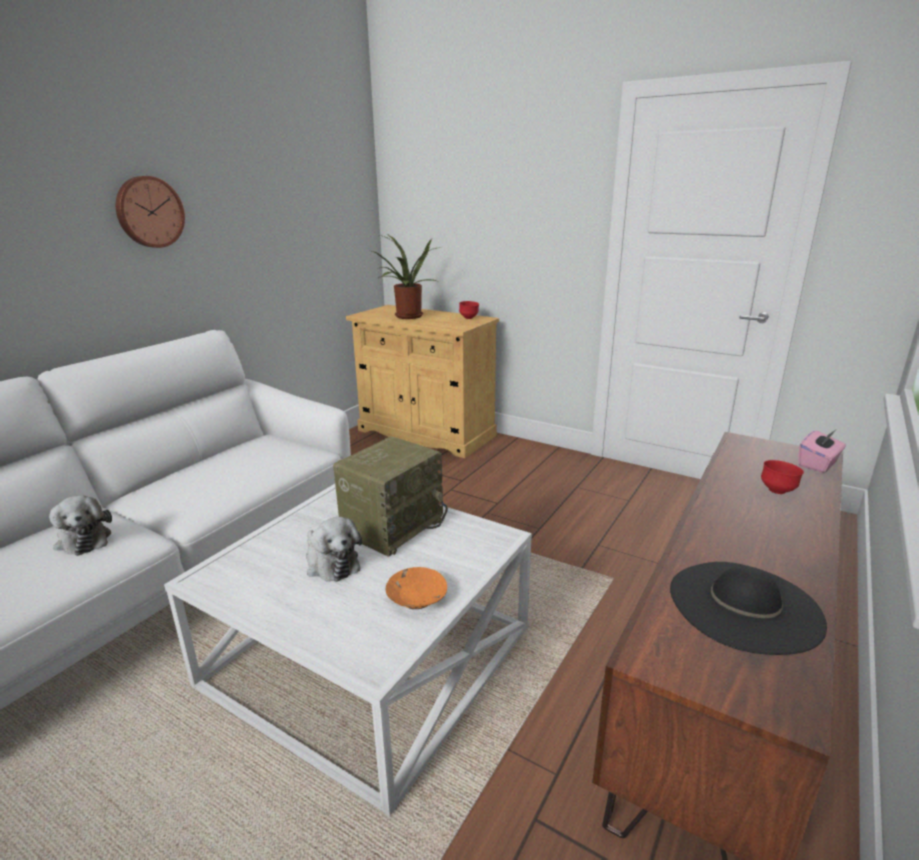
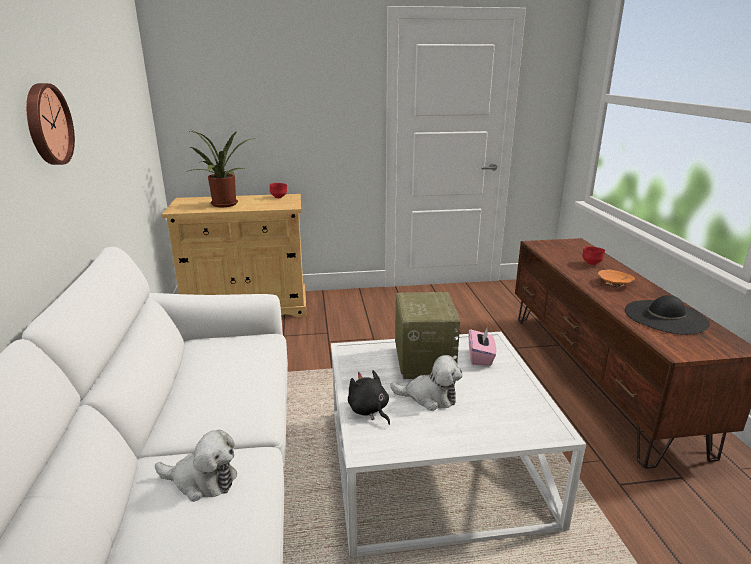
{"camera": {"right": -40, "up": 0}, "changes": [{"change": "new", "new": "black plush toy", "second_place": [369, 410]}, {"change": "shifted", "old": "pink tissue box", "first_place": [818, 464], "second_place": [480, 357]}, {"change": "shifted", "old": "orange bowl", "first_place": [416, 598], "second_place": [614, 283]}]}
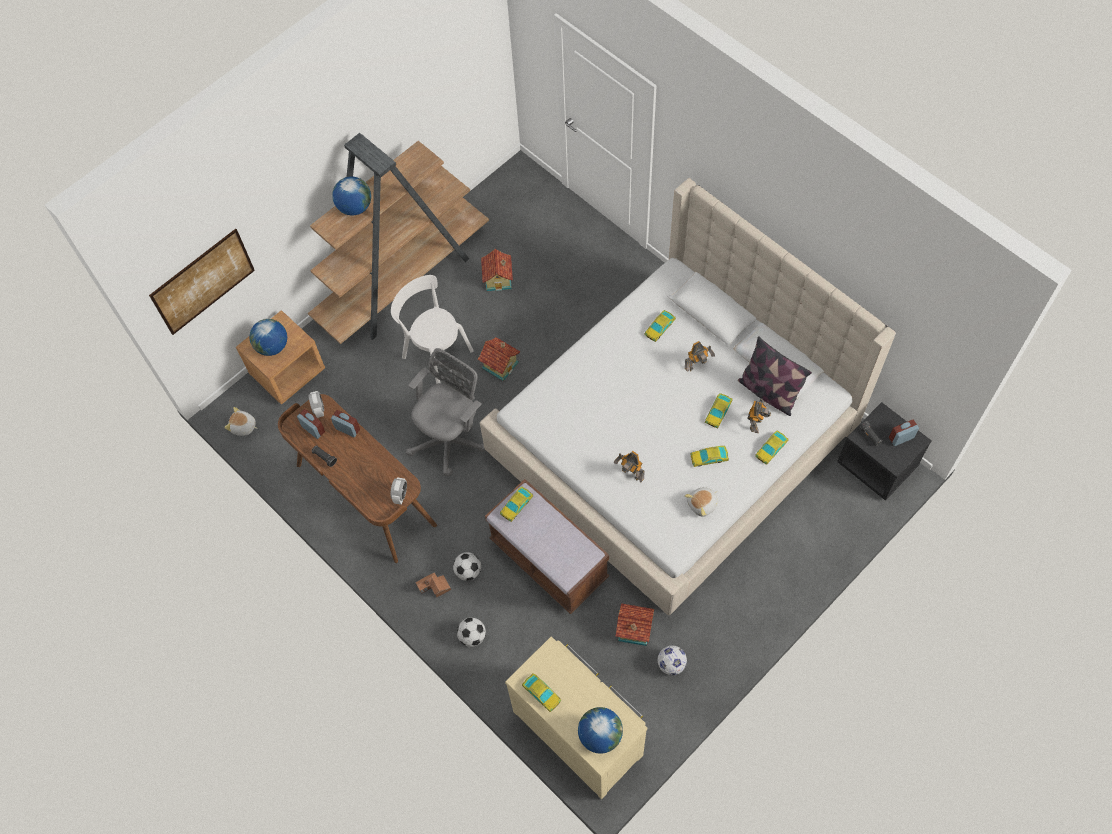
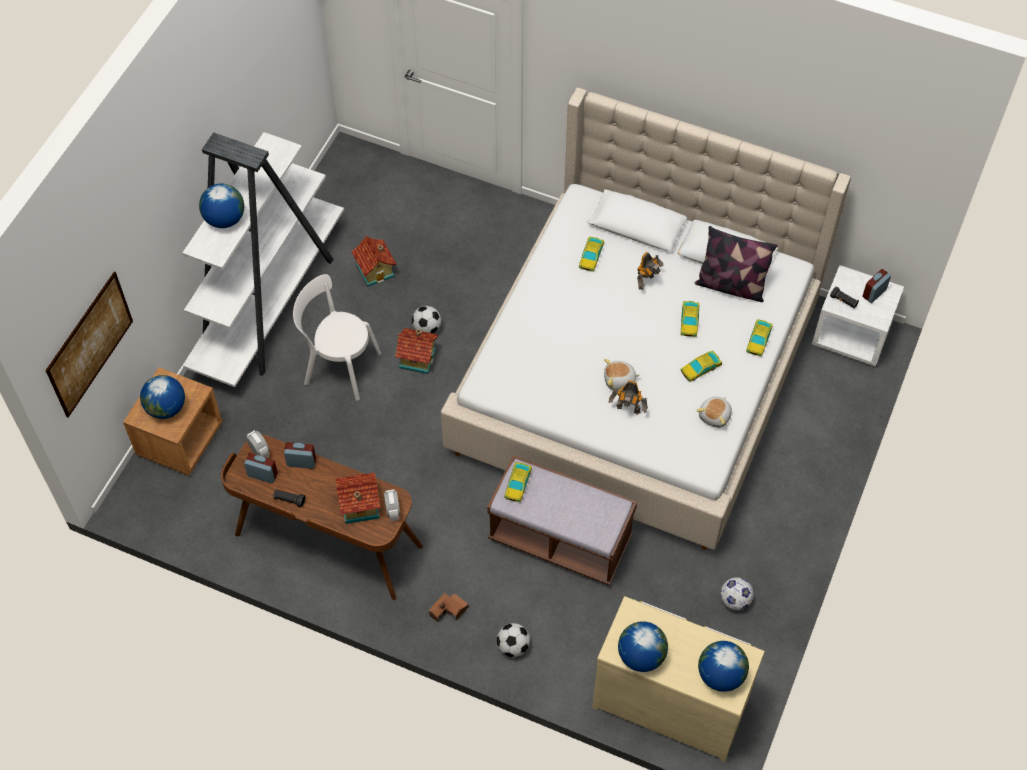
{"camera": {"right": -25, "up": -5}, "changes": [{"change": "repainted", "old": "brown bookcase", "new": "white bookcase", "first_place": [403, 280], "second_place": [270, 303]}, {"change": "shifted", "old": "toy house", "first_place": [634, 630], "second_place": [360, 507]}, {"change": "shifted", "old": "football", "first_place": [468, 571], "second_place": [427, 328]}, {"change": "shifted", "old": "plush toy", "first_place": [243, 427], "second_place": [619, 380]}, {"change": "swapped", "old": "toy car", "new": "globe", "first_place": [541, 693], "second_place": [641, 656]}, {"change": "repainted", "old": "black nightstand", "new": "white nightstand", "first_place": [877, 465], "second_place": [851, 335]}, {"change": "gone", "old": "grey office chair", "first_place": [451, 439]}, {"change": "gone", "old": "toy robot", "first_place": [756, 422]}]}
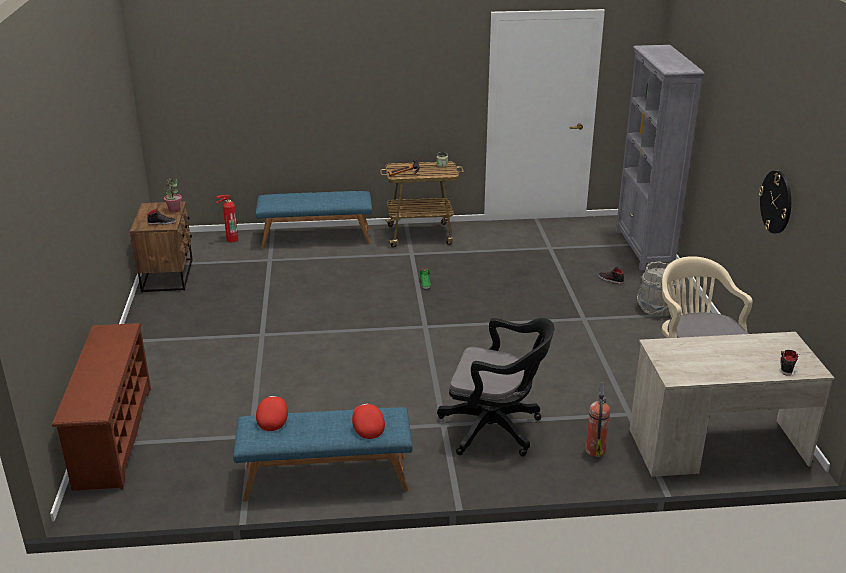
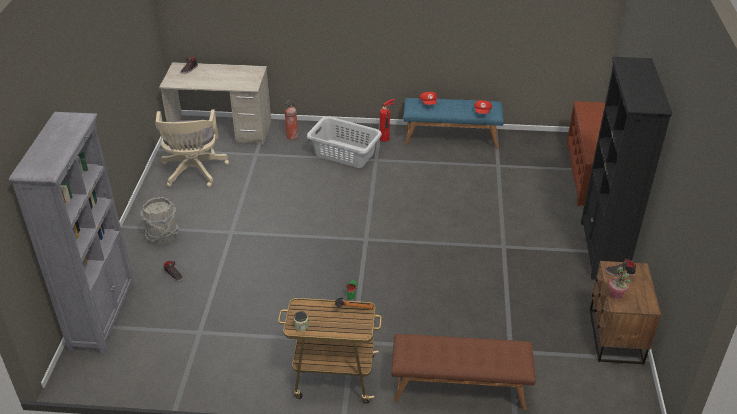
{"camera": {"right": -170, "up": 10}, "changes": [{"change": "swapped", "old": "black office chair", "new": "grey laundry basket", "first_place": [495, 429], "second_place": [344, 153]}, {"change": "shifted", "old": "fire extinguisher", "first_place": [231, 239], "second_place": [385, 139]}, {"change": "repainted", "old": "blue bench", "new": "brown bench", "first_place": [316, 237], "second_place": [459, 389]}, {"change": "new", "new": "black bookcase", "second_place": [602, 250]}, {"change": "gone", "old": "wall clock", "first_place": [776, 202]}]}
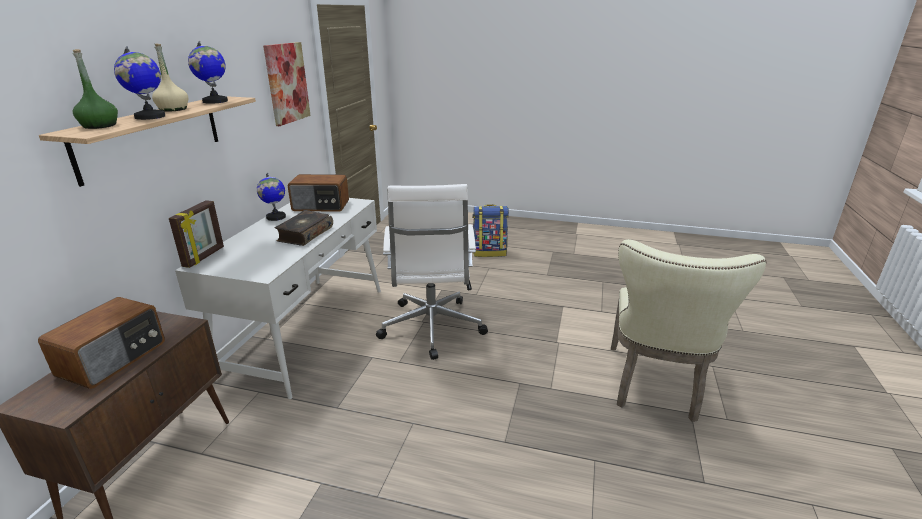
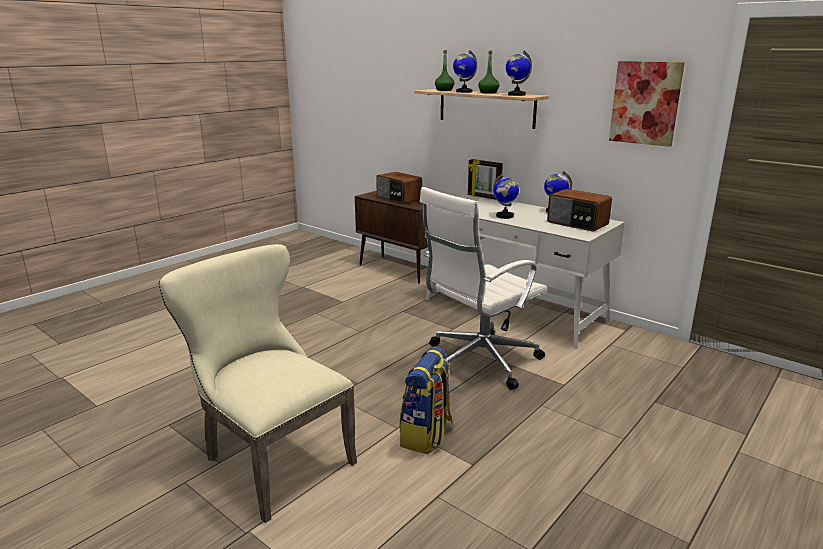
{"camera": {"right": 115, "up": -5}, "changes": [{"change": "shifted", "old": "backpack", "first_place": [489, 252], "second_place": [426, 435]}, {"change": "rotated", "old": "white office chair", "first_place": [431, 329], "second_place": [479, 361], "degrees": -60}, {"change": "repainted", "old": "beige bottle", "new": "green bottle", "first_place": [173, 109], "second_place": [488, 93]}, {"change": "swapped", "old": "book", "new": "globe", "first_place": [305, 234], "second_place": [504, 216]}, {"change": "rotated", "old": "radio", "first_place": [321, 206], "second_place": [577, 223], "degrees": -75}]}
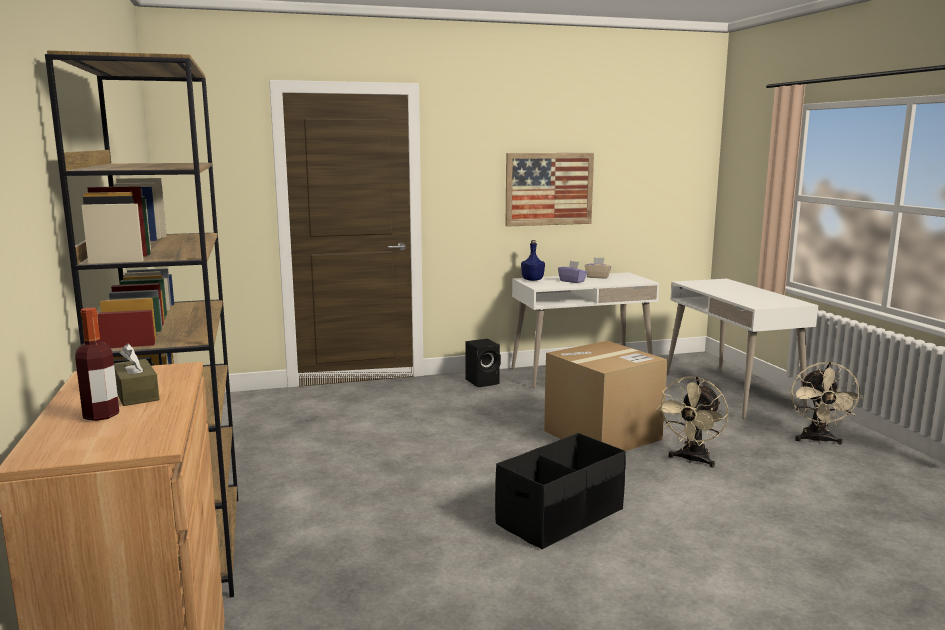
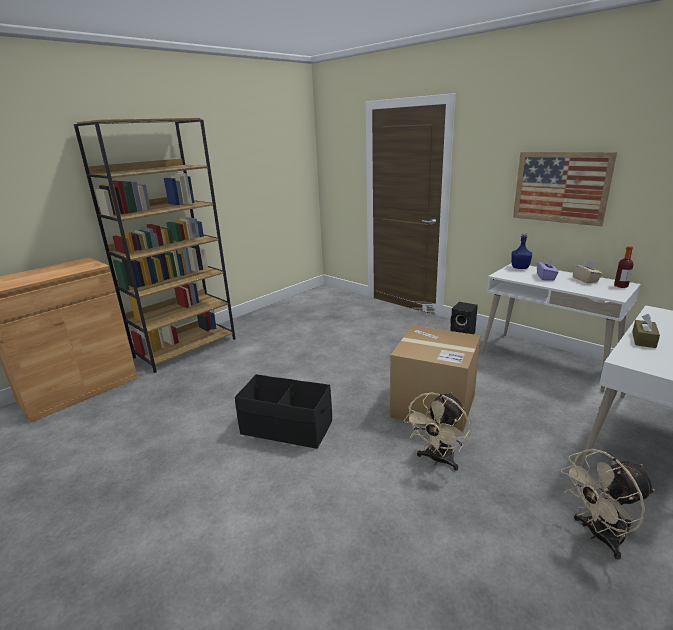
{"camera": {"right": 60, "up": 10}, "changes": [{"change": "rotated", "old": "beige fan", "first_place": [692, 460], "second_place": [438, 460], "degrees": -60}, {"change": "shifted", "old": "bottle", "first_place": [101, 415], "second_place": [620, 286]}, {"change": "shifted", "old": "brown tissue box", "first_place": [136, 394], "second_place": [643, 340]}]}
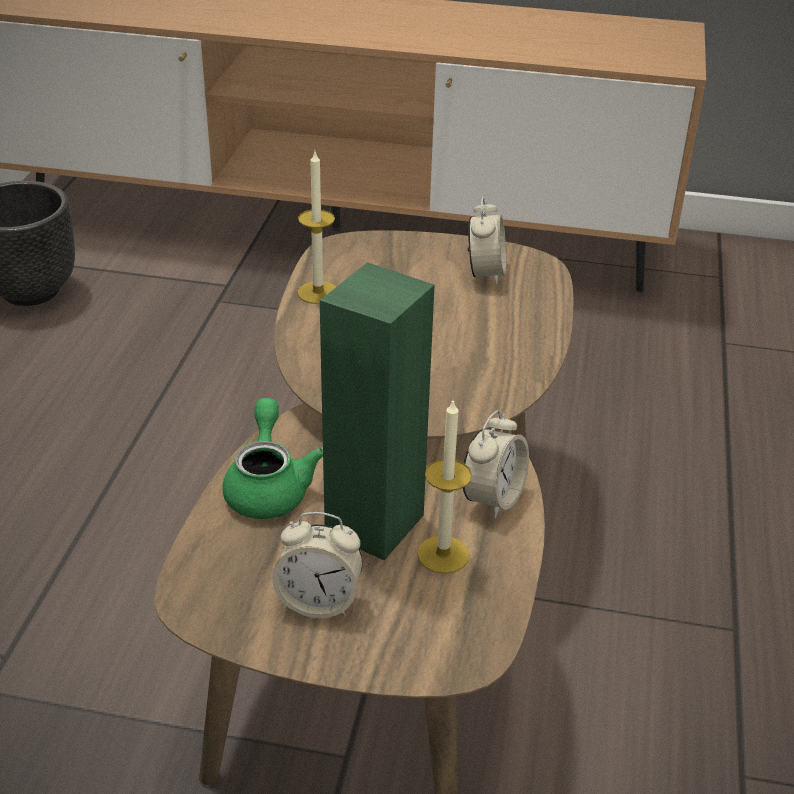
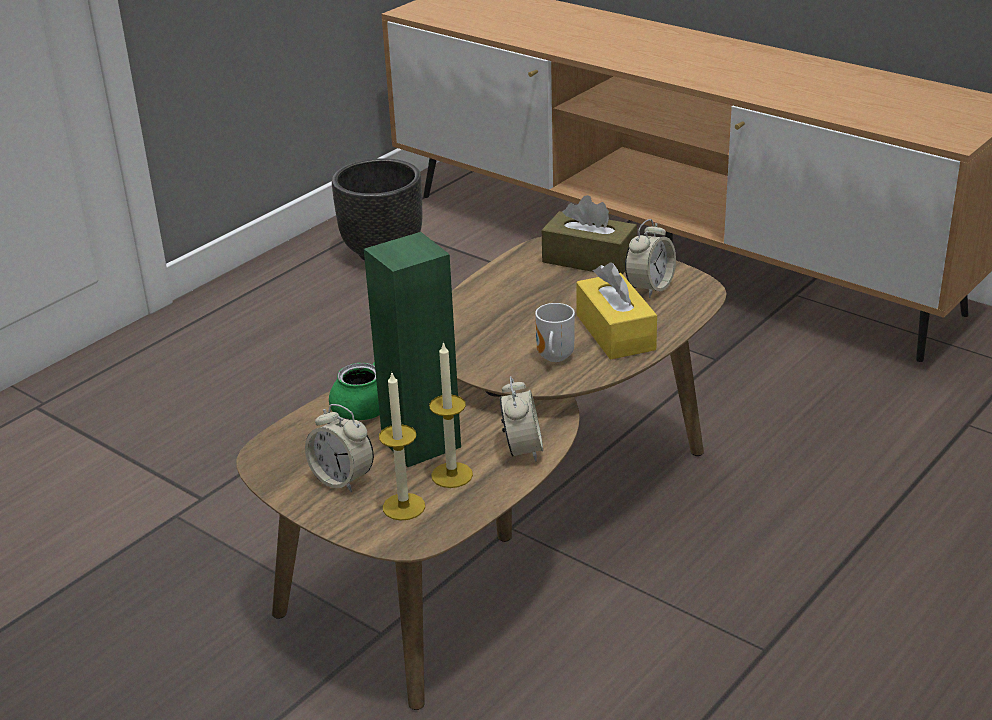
{"camera": {"right": 30, "up": -5}, "changes": [{"change": "shifted", "old": "candle", "first_place": [318, 292], "second_place": [404, 506]}, {"change": "rotated", "old": "alarm clock", "first_place": [493, 498], "second_place": [522, 450], "degrees": -60}, {"change": "new", "new": "mug", "second_place": [553, 358]}, {"change": "new", "new": "brown tissue box", "second_place": [589, 260]}, {"change": "new", "new": "yellow tissue box", "second_place": [615, 332]}]}
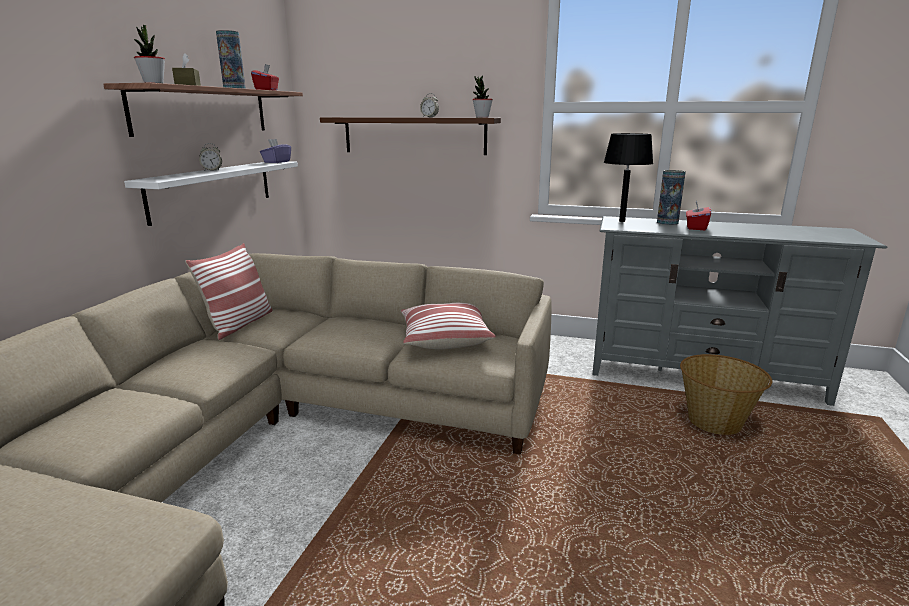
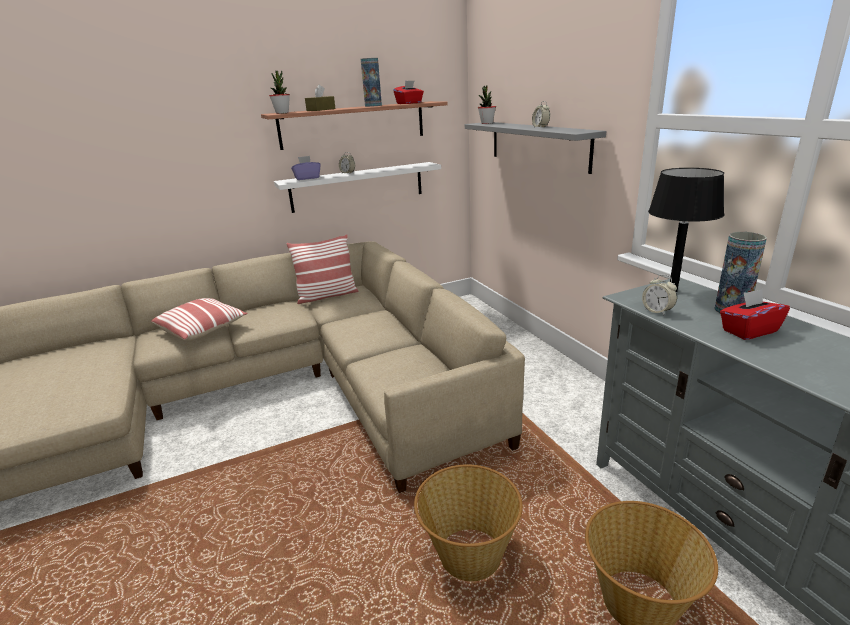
{"camera": {"right": 50, "up": 5}, "changes": [{"change": "shifted", "old": "pillow", "first_place": [444, 339], "second_place": [203, 329]}, {"change": "shifted", "old": "purple tissue box", "first_place": [276, 162], "second_place": [307, 178]}, {"change": "new", "new": "basket", "second_place": [469, 555]}, {"change": "repainted", "old": "brown shelf", "new": "grey shelf", "first_place": [414, 135], "second_place": [537, 145]}, {"change": "shifted", "old": "potted plant", "first_place": [482, 117], "second_place": [486, 123]}, {"change": "new", "new": "alarm clock", "second_place": [657, 311]}]}
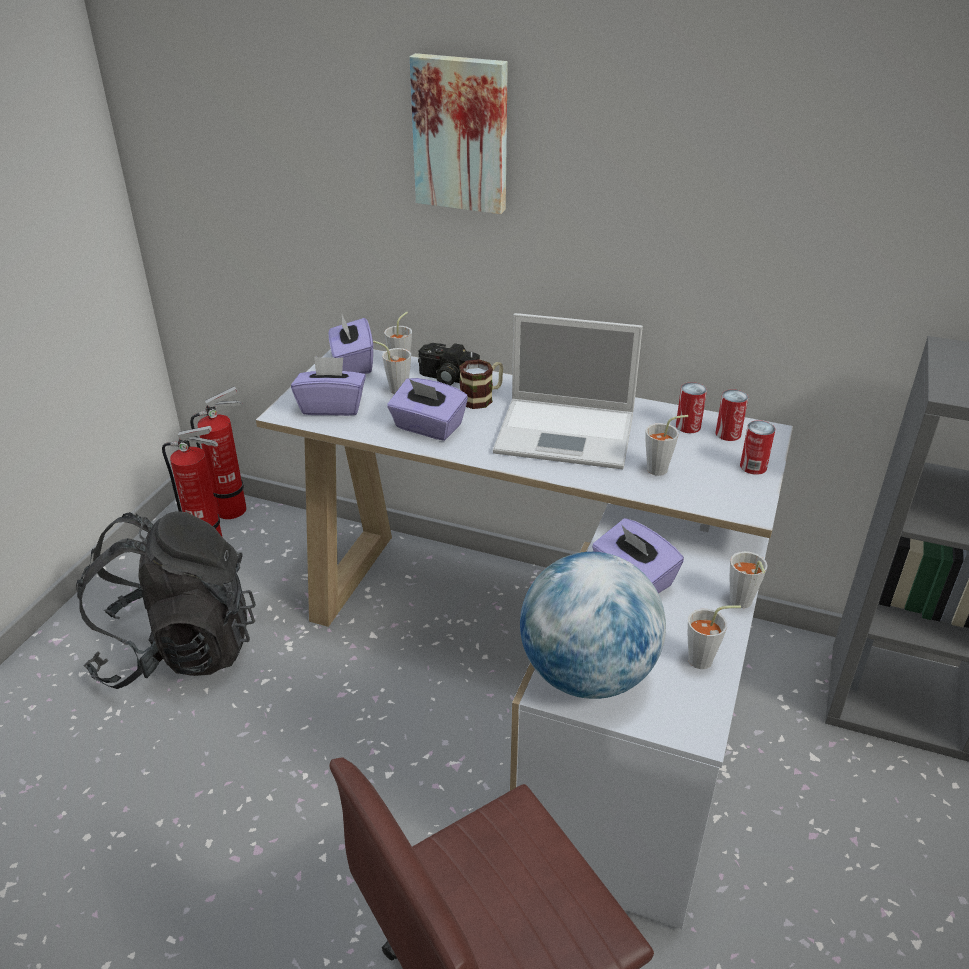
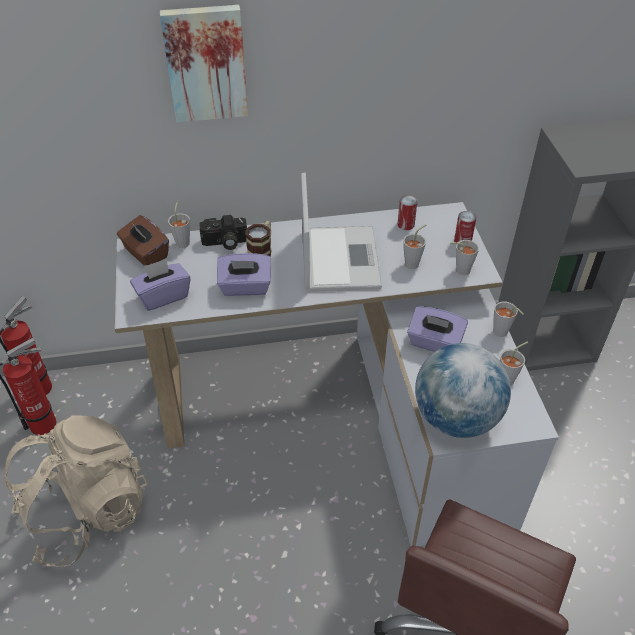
{"camera": {"right": -30, "up": 10}, "changes": [{"change": "repainted", "old": "black backpack", "new": "beige backpack", "first_place": [179, 649], "second_place": [87, 512]}, {"change": "repainted", "old": "purple tissue box", "new": "brown tissue box", "first_place": [352, 363], "second_place": [145, 253]}, {"change": "rotated", "old": "laptop", "first_place": [568, 433], "second_place": [339, 257], "degrees": -75}, {"change": "shifted", "old": "grey cup", "first_place": [395, 389], "second_place": [459, 270]}, {"change": "gone", "old": "can", "first_place": [728, 434]}]}
